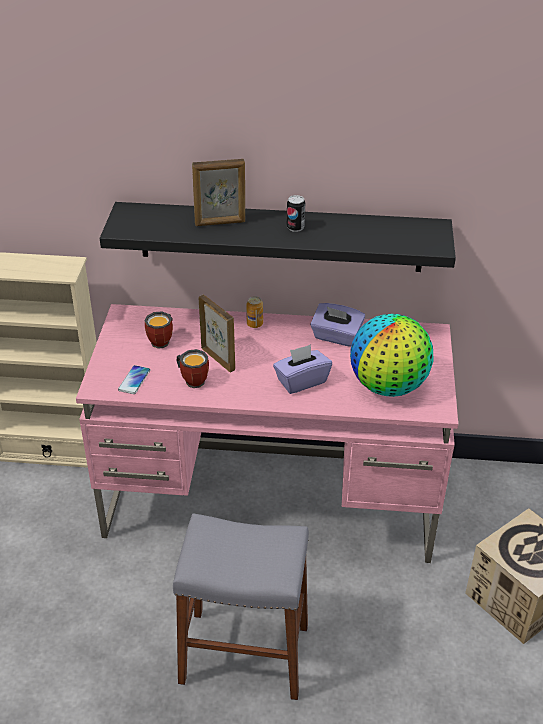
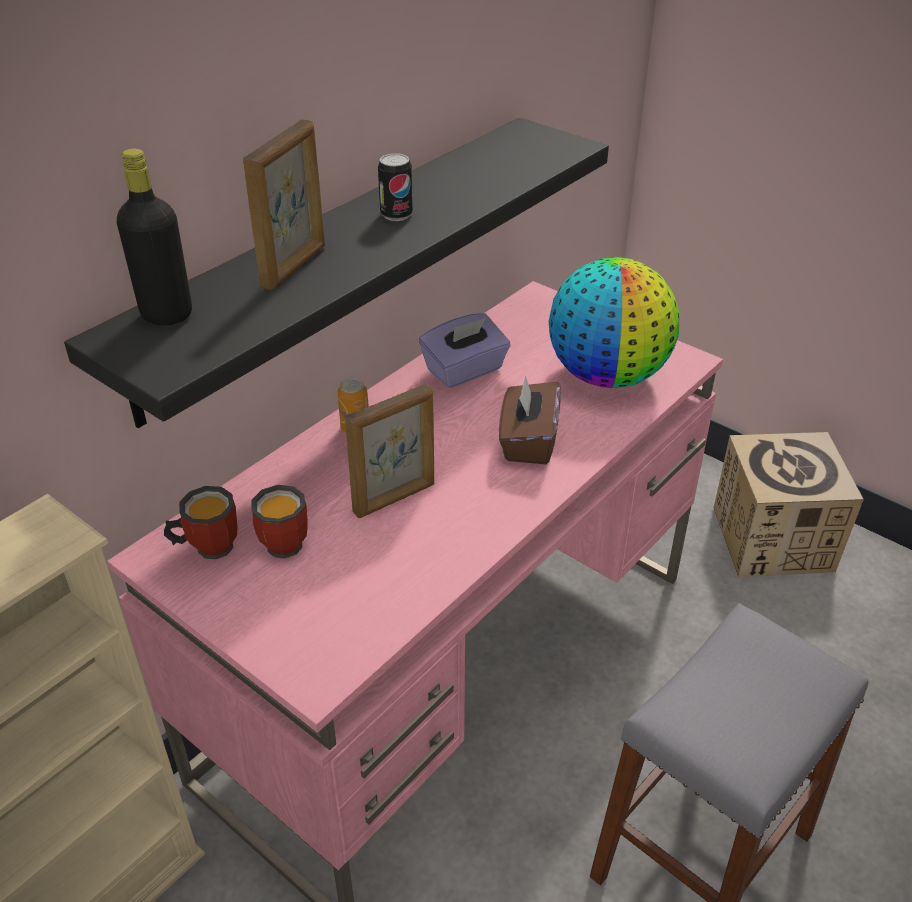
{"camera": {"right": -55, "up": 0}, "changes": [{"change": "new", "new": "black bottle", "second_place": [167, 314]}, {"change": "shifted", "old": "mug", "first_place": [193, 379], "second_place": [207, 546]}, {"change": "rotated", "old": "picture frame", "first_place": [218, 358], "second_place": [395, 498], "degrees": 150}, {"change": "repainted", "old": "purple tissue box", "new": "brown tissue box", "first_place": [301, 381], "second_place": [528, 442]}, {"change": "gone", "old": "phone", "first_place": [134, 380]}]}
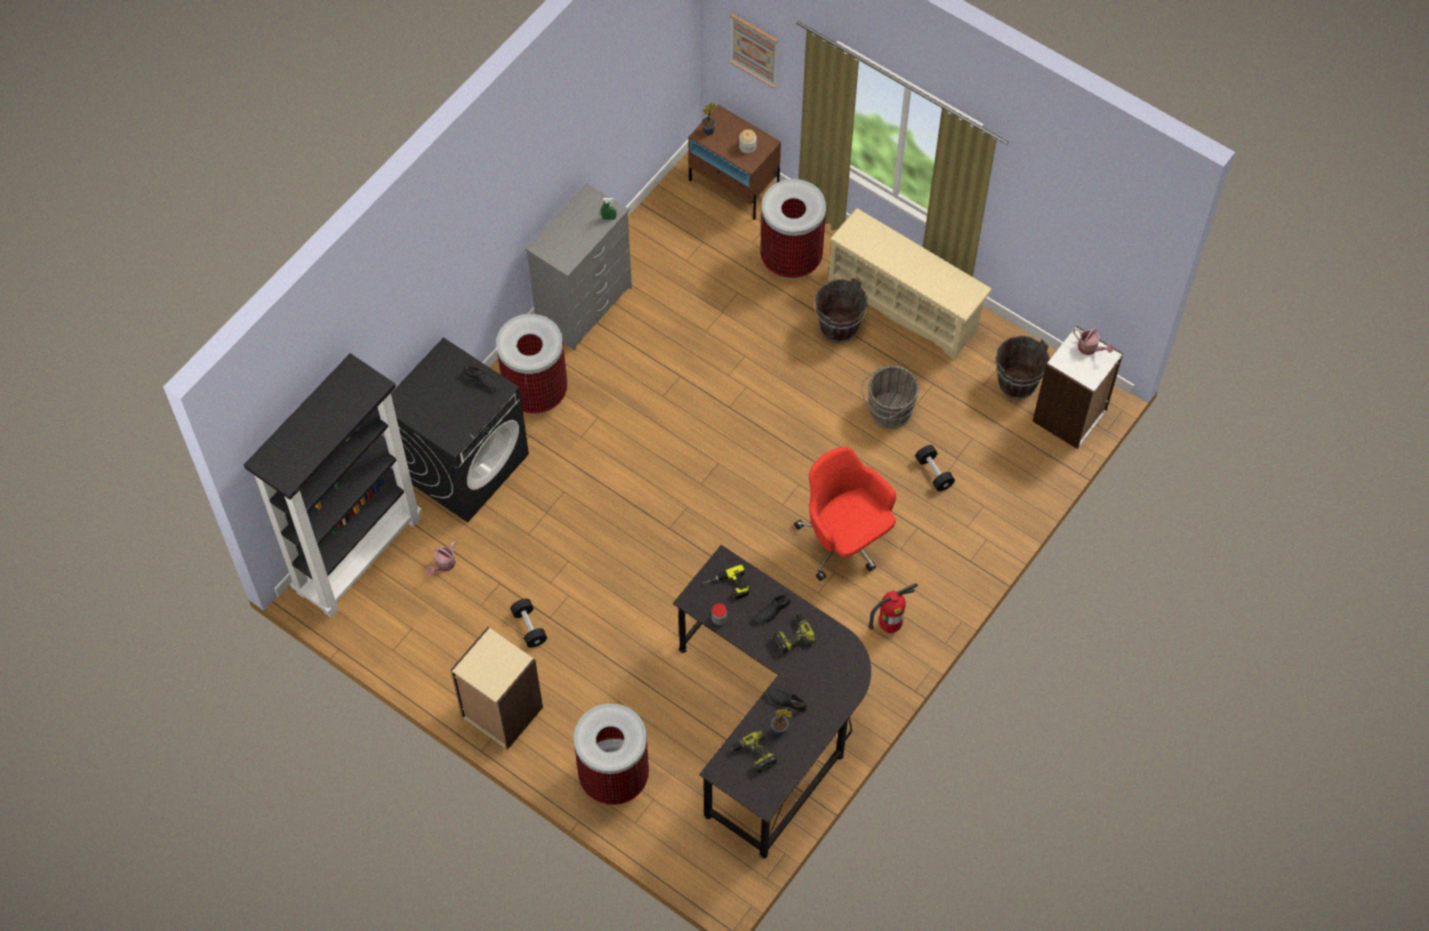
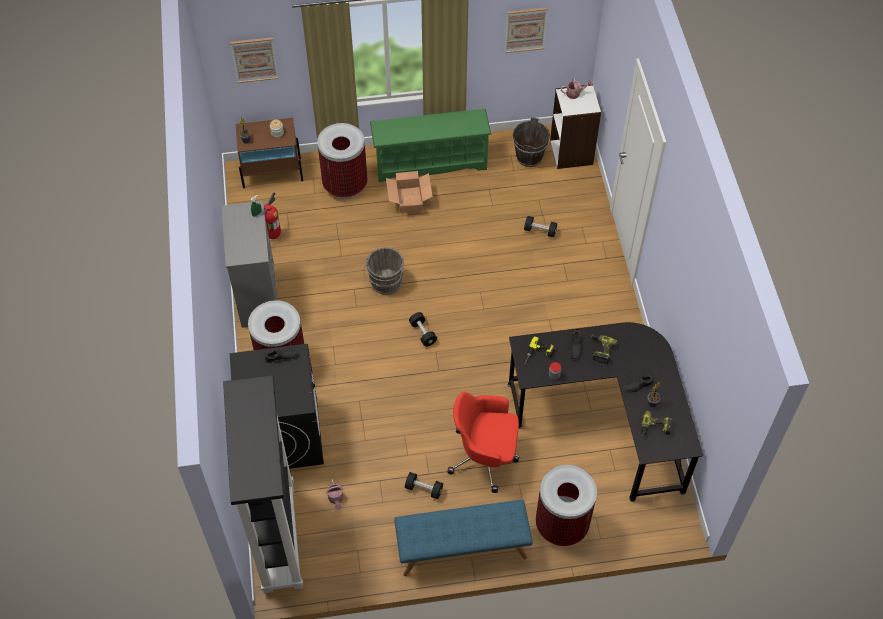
{"camera": {"right": -45, "up": -5}, "changes": [{"change": "shifted", "old": "fire extinguisher", "first_place": [889, 625], "second_place": [273, 235]}, {"change": "shifted", "old": "grey bucket", "first_place": [888, 412], "second_place": [385, 284]}, {"change": "repainted", "old": "beige shoe rack", "new": "green shoe rack", "first_place": [905, 305], "second_place": [431, 163]}, {"change": "swapped", "old": "brown bucket", "new": "cardboard box", "first_place": [839, 327], "second_place": [410, 199]}, {"change": "swapped", "old": "beige bookcase", "new": "blue bench", "first_place": [501, 713], "second_place": [462, 549]}, {"change": "new", "new": "black dumbbell", "second_place": [423, 333]}, {"change": "shifted", "old": "red office chair", "first_place": [845, 540], "second_place": [485, 457]}, {"change": "new", "new": "picture", "second_place": [525, 29]}]}
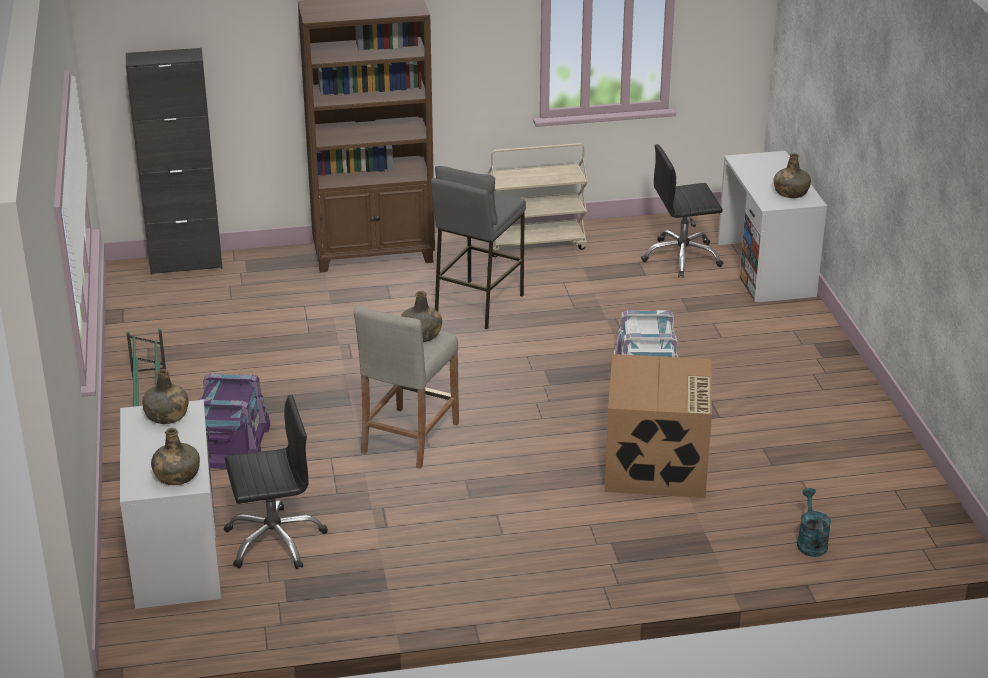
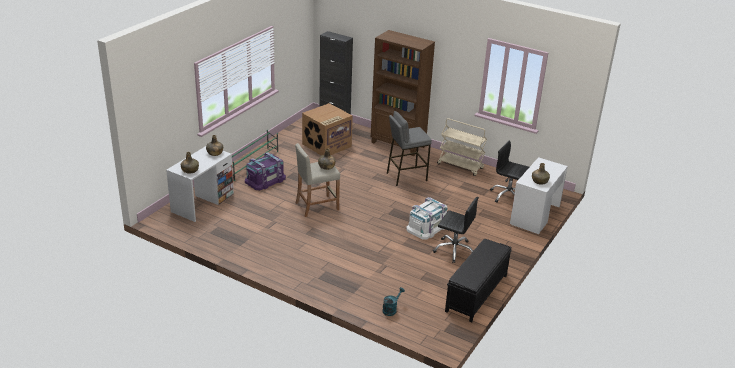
{"camera": {"right": 40, "up": 0}, "changes": [{"change": "shifted", "old": "cardboard box", "first_place": [657, 466], "second_place": [326, 145]}, {"change": "shifted", "old": "black office chair", "first_place": [274, 540], "second_place": [454, 250]}, {"change": "new", "new": "black bench", "second_place": [476, 294]}]}
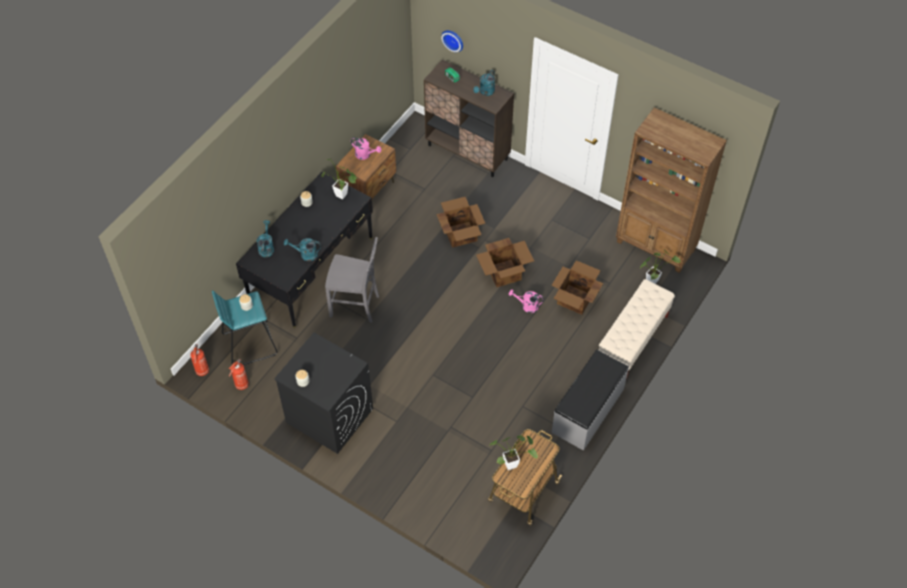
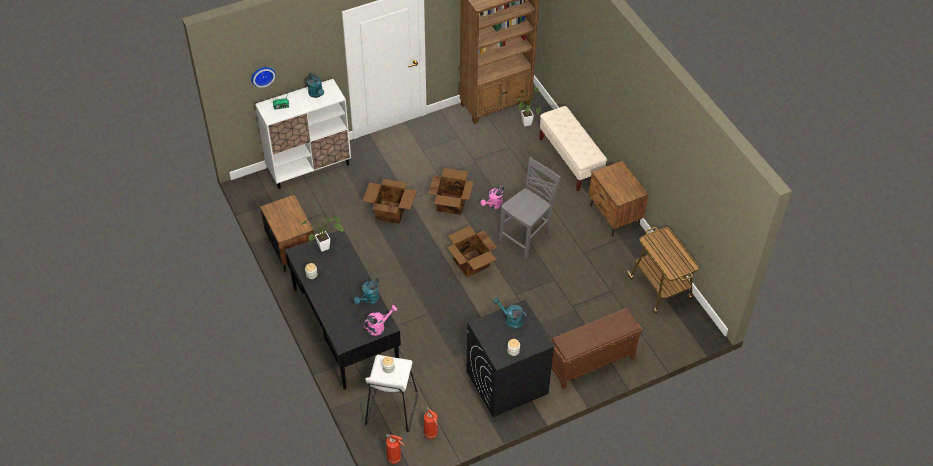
{"camera": {"right": -60, "up": -5}, "changes": [{"change": "repainted", "old": "brown cabinet", "new": "white cabinet", "first_place": [468, 152], "second_place": [309, 167]}, {"change": "shifted", "old": "pink watering can", "first_place": [365, 155], "second_place": [379, 327]}, {"change": "repainted", "old": "turquoise stool", "new": "white stool", "first_place": [249, 344], "second_place": [391, 410]}, {"change": "shifted", "old": "cardboard box", "first_place": [574, 299], "second_place": [471, 263]}, {"change": "shifted", "old": "turquoise watering can", "first_place": [266, 247], "second_place": [511, 320]}, {"change": "shifted", "old": "grey chair", "first_place": [355, 306], "second_place": [526, 238]}, {"change": "new", "new": "brown shoe rack", "second_place": [591, 363]}, {"change": "swapped", "old": "grey bench", "new": "brown nightstand", "first_place": [588, 411], "second_place": [614, 216]}, {"change": "gone", "old": "potted plant", "first_place": [513, 464]}]}
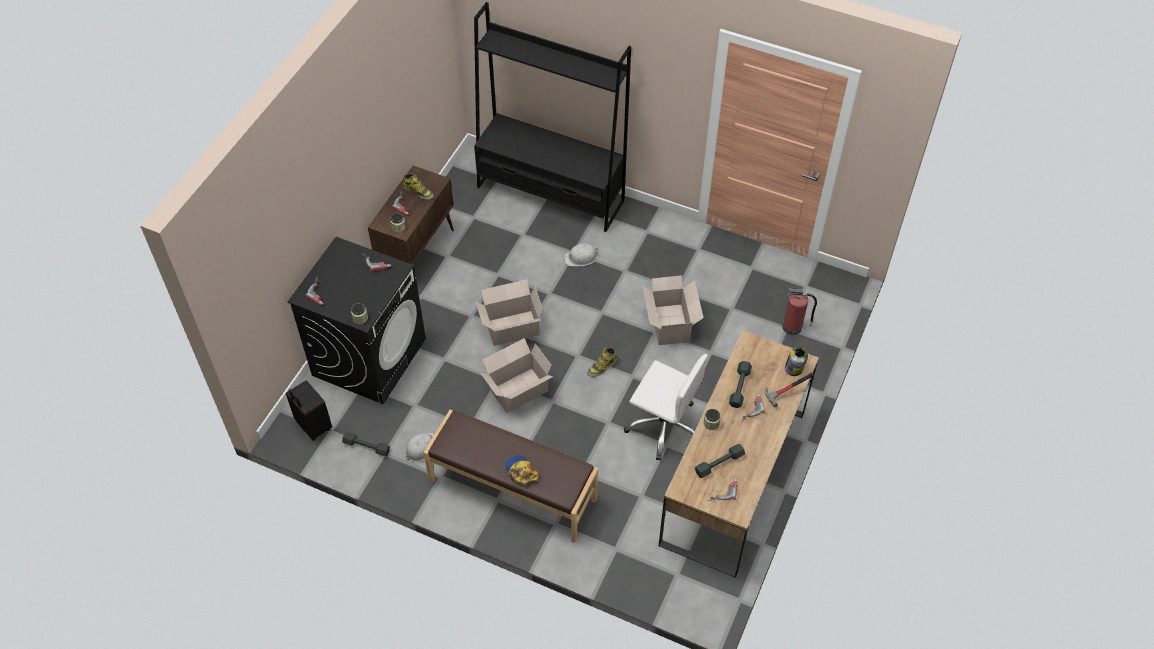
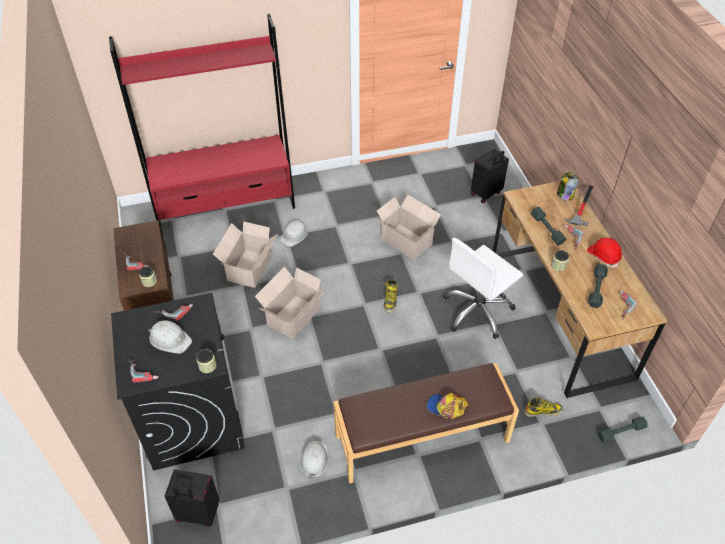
{"camera": {"right": -40, "up": -5}, "changes": [{"change": "repainted", "old": "black bookcase", "new": "red bookcase", "first_place": [550, 194], "second_place": [225, 206]}, {"change": "new", "new": "white hard hat", "second_place": [170, 339]}, {"change": "shifted", "old": "cardboard box", "first_place": [517, 391], "second_place": [248, 269]}, {"change": "rotated", "old": "white office chair", "first_place": [664, 426], "second_place": [477, 311], "degrees": 150}, {"change": "swapped", "old": "fire extinguisher", "new": "black suitcase", "first_place": [793, 327], "second_place": [486, 194]}, {"change": "shifted", "old": "boot", "first_place": [418, 191], "second_place": [543, 410]}, {"change": "new", "new": "red hard hat", "second_place": [603, 256]}, {"change": "shifted", "old": "grey dumbbell", "first_place": [366, 446], "second_place": [621, 431]}]}
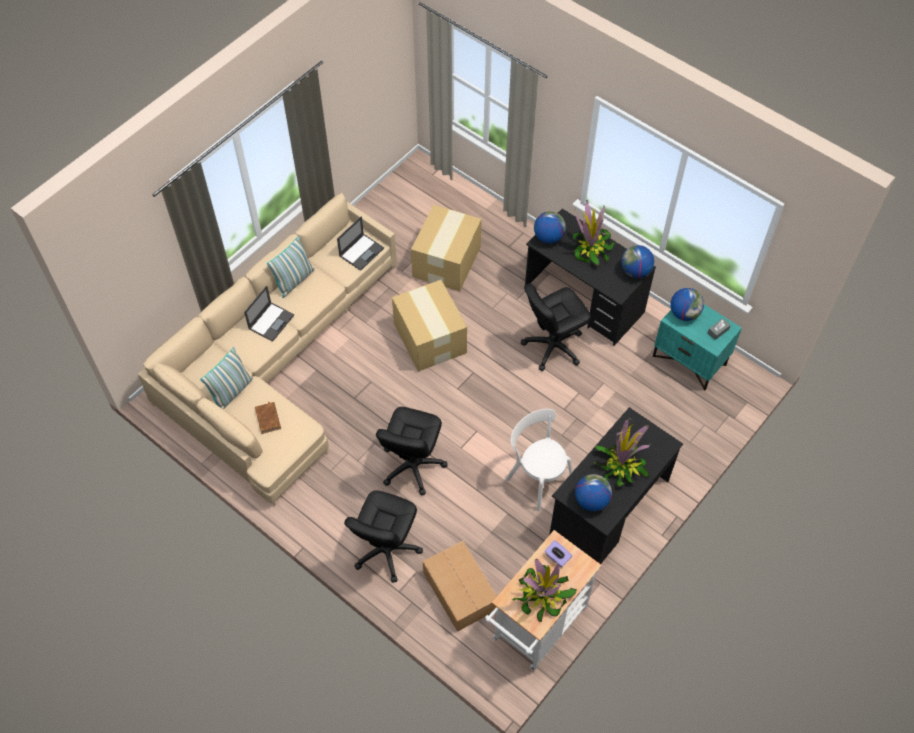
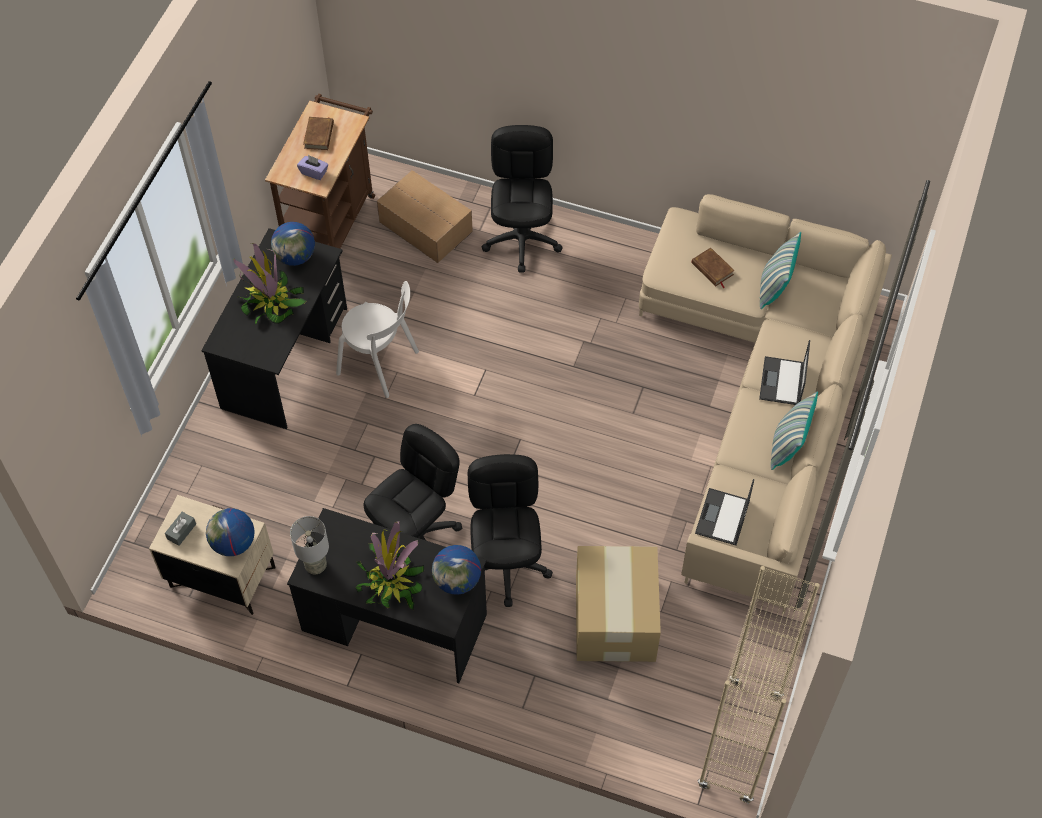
{"camera": {"right": 160, "up": 0}, "changes": [{"change": "repainted", "old": "turquoise nightstand", "new": "beige nightstand", "first_place": [690, 360], "second_place": [222, 578]}, {"change": "repainted", "old": "white cart", "new": "brown cart", "first_place": [536, 628], "second_place": [332, 218]}, {"change": "swapped", "old": "globe", "new": "grey table lamp", "first_place": [635, 271], "second_place": [315, 565]}, {"change": "swapped", "old": "potted plant", "new": "brown book", "first_place": [542, 596], "second_place": [319, 135]}, {"change": "shifted", "old": "black office chair", "first_place": [412, 466], "second_place": [506, 565]}, {"change": "new", "new": "beige bookcase", "second_place": [740, 741]}, {"change": "gone", "old": "cardboard box", "first_place": [430, 337]}]}
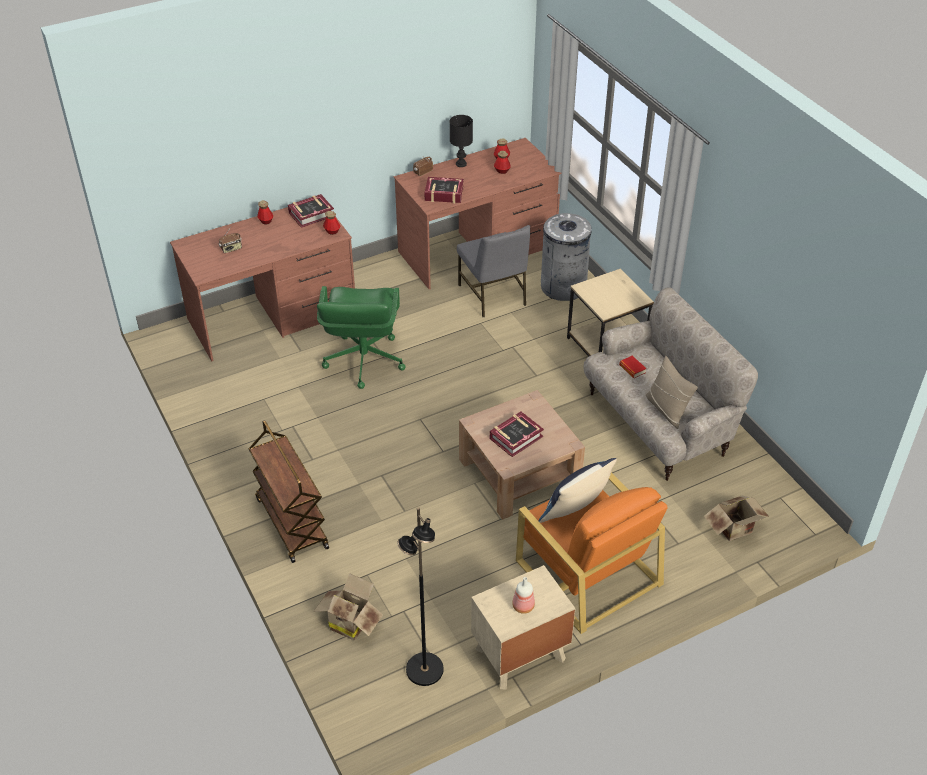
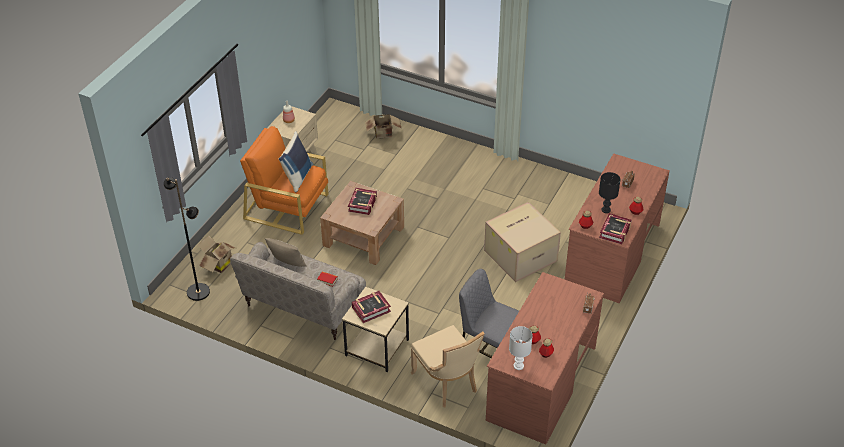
{"camera": {"right": 145, "up": 0}, "changes": [{"change": "shifted", "old": "black floor lamp", "first_place": [424, 670], "second_place": [198, 292]}, {"change": "shifted", "old": "book", "first_place": [444, 194], "second_place": [371, 309]}, {"change": "swapped", "old": "grey trash can", "new": "beige chair", "first_place": [563, 287], "second_place": [447, 383]}, {"change": "swapped", "old": "green office chair", "new": "cardboard box", "first_place": [363, 361], "second_place": [521, 254]}, {"change": "new", "new": "white table lamp", "second_place": [518, 365]}, {"change": "shifted", "old": "black table lamp", "first_place": [461, 164], "second_place": [606, 210]}, {"change": "gone", "old": "brown cart", "first_place": [291, 523]}]}
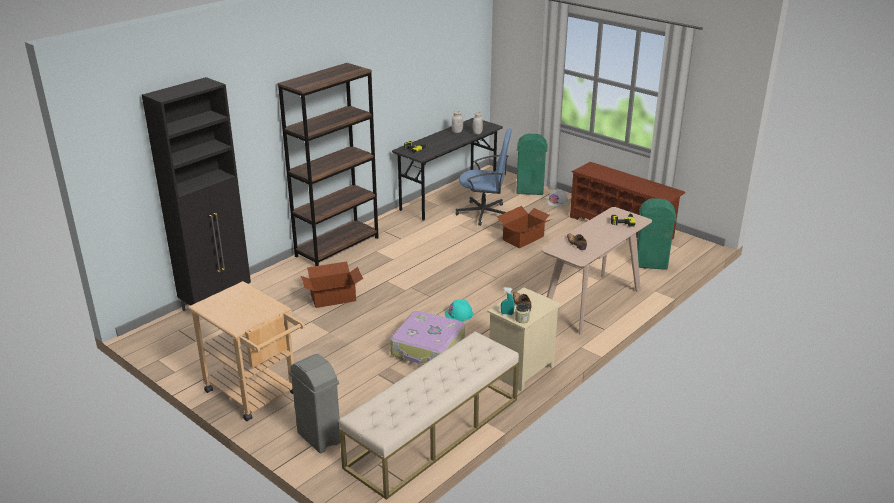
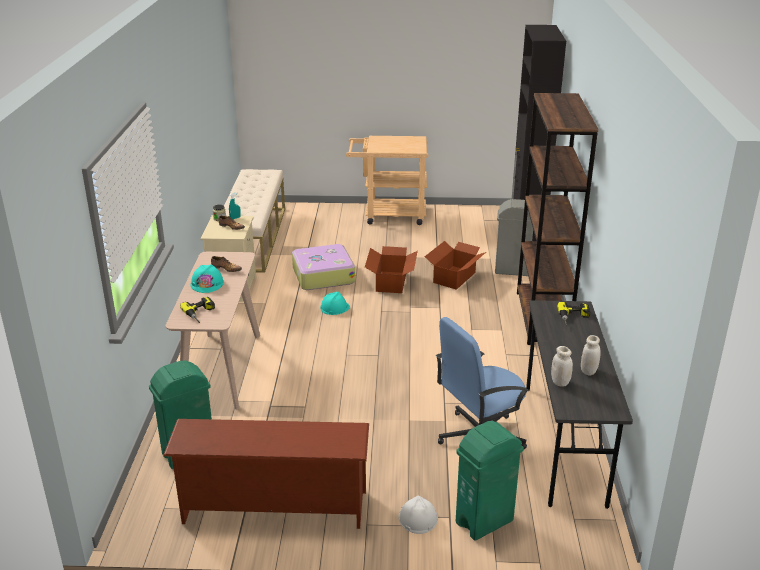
{"camera": {"right": 140, "up": 0}, "changes": [{"change": "new", "new": "turquoise hard hat", "second_place": [207, 284]}, {"change": "shifted", "old": "cardboard box", "first_place": [522, 238], "second_place": [391, 282]}, {"change": "shifted", "old": "grey trash can", "first_place": [319, 438], "second_place": [511, 270]}]}
